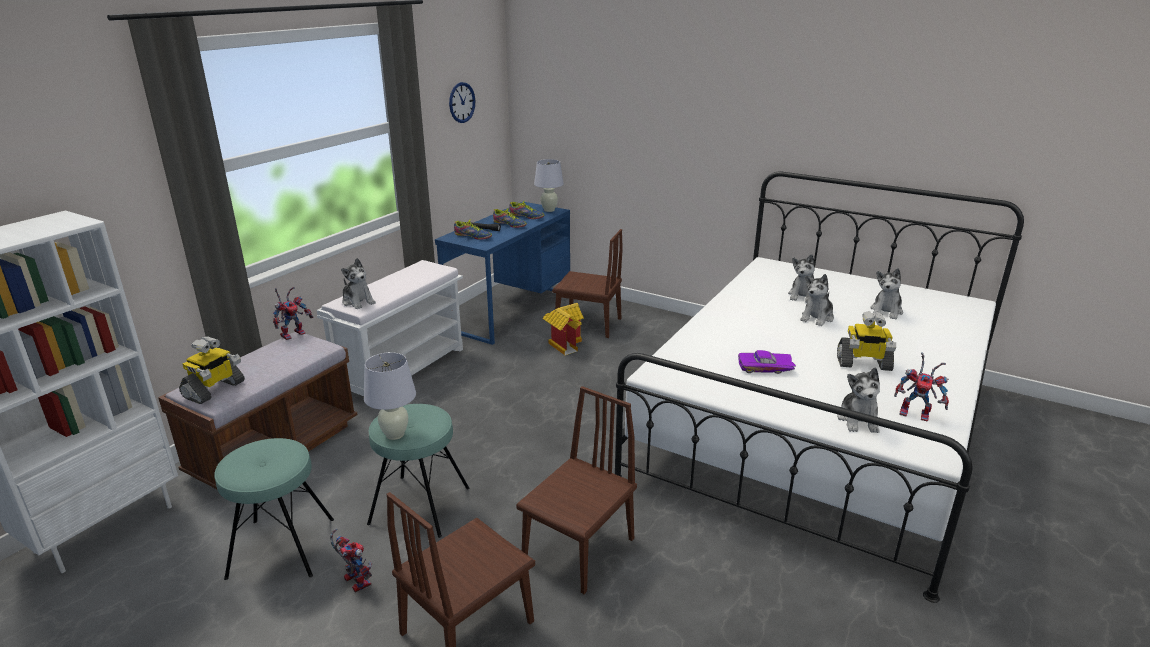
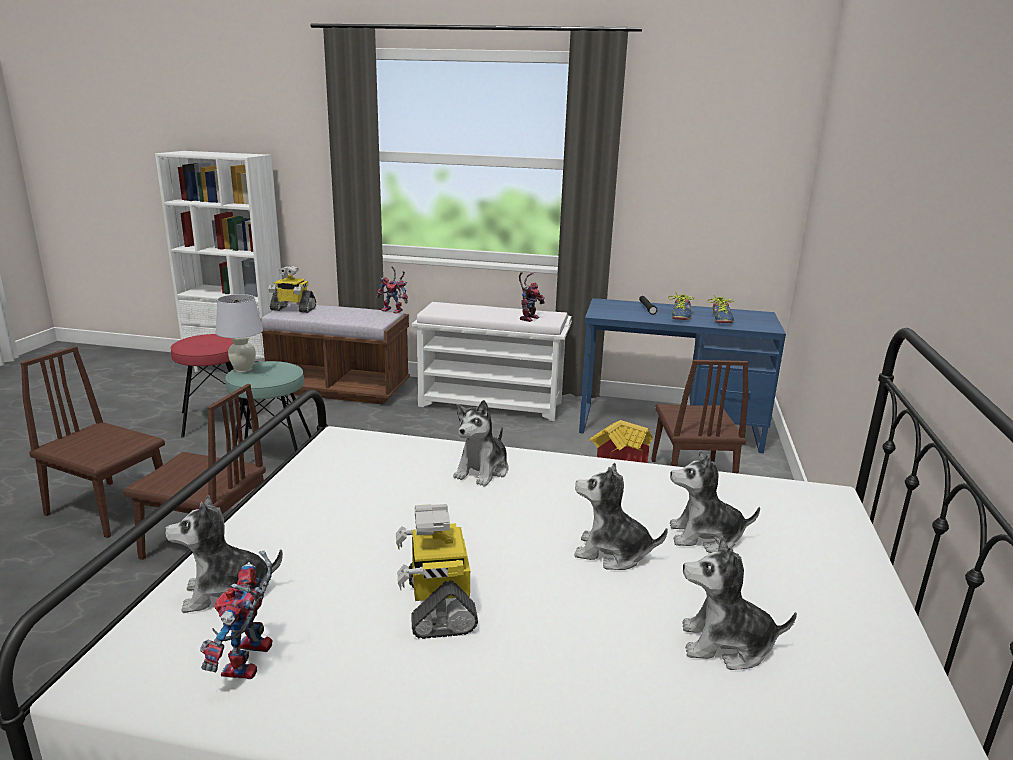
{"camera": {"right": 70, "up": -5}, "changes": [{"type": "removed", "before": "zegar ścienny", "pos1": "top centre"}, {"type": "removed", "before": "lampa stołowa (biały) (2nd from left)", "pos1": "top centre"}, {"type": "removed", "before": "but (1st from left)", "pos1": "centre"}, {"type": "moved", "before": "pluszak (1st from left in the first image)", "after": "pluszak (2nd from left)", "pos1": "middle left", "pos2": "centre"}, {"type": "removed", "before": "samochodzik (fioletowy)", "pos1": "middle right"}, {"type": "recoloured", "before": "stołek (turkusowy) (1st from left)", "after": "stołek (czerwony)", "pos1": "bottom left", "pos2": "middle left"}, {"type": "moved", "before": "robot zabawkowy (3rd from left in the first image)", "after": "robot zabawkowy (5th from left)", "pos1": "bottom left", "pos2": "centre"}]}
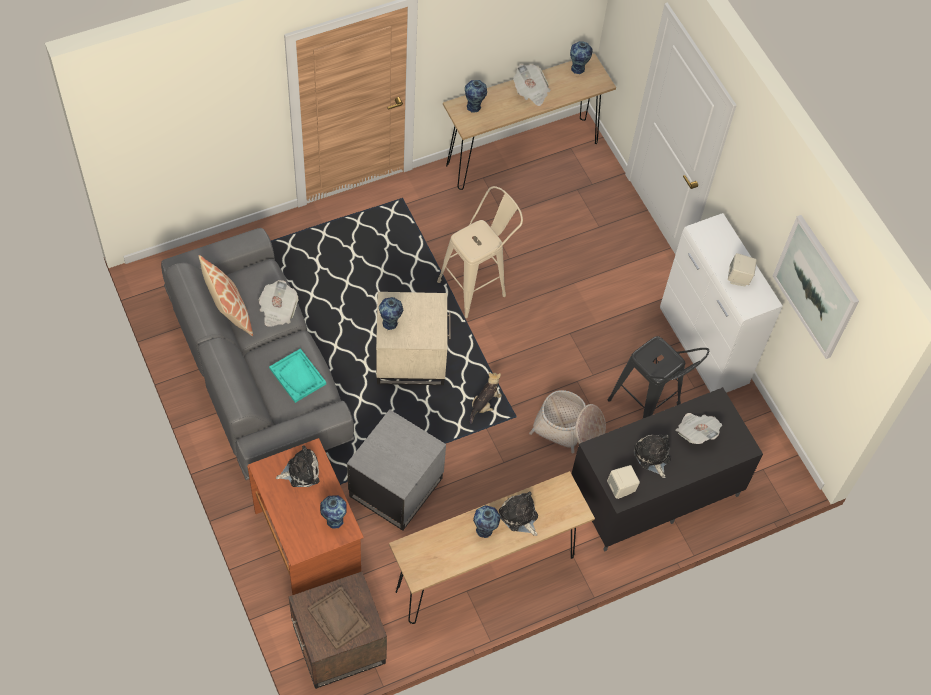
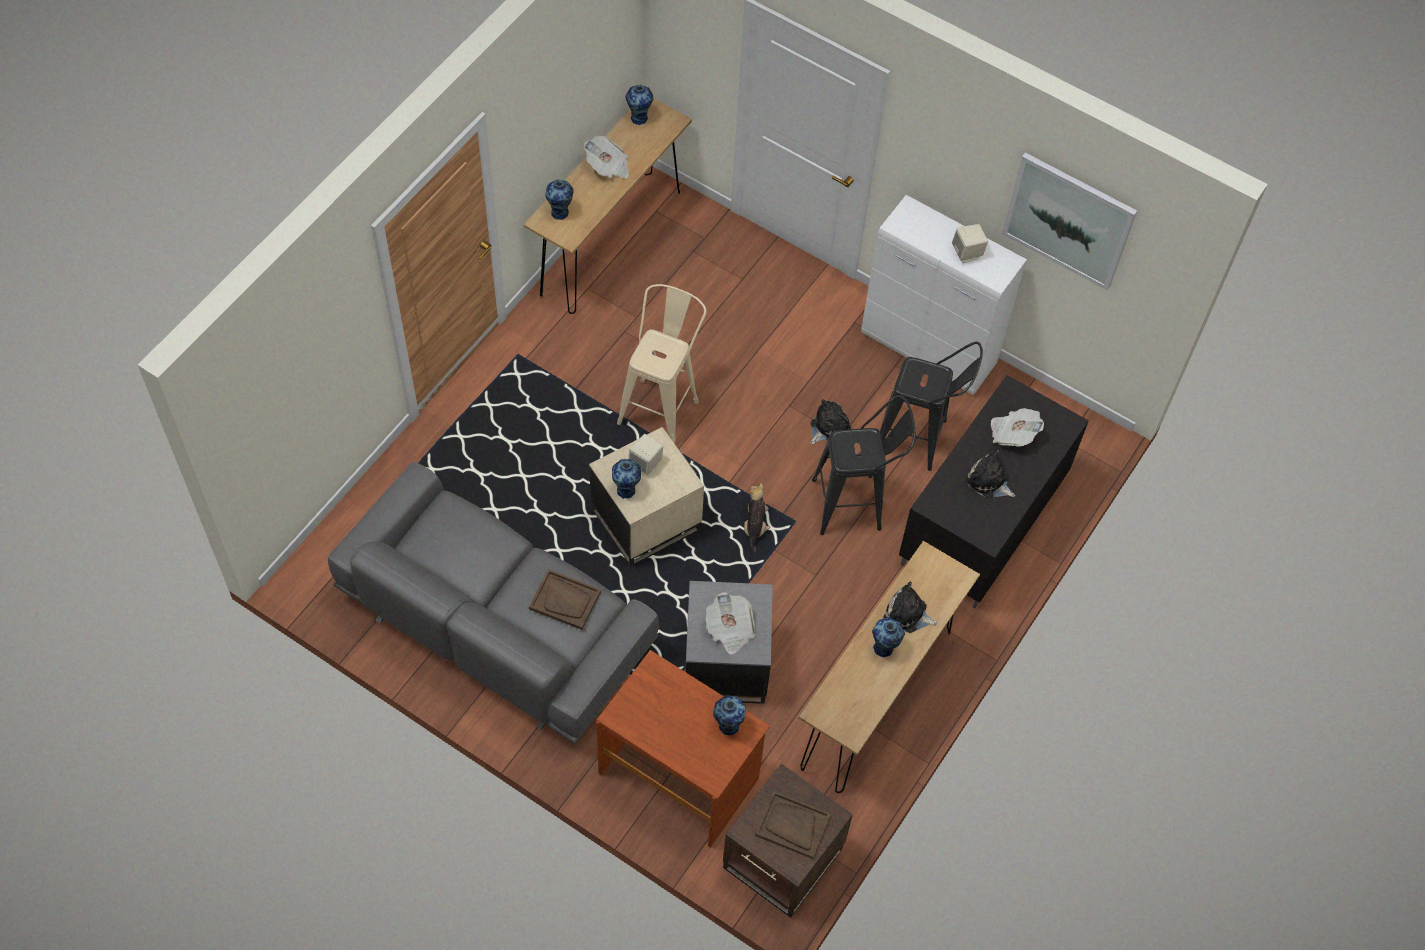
{"camera": {"right": -30, "up": 0}, "changes": [{"type": "removed", "before": "poduszka", "pos1": "middle left"}, {"type": "moved", "before": "gazeta (1st from left in the first image)", "after": "gazeta (2nd from left)", "pos1": "middle left", "pos2": "centre"}, {"type": "recoloured", "before": "taca (turkusowy)", "after": "taca (brązowy) (1st from left)", "pos1": "middle left", "pos2": "centre"}, {"type": "replaced", "before": "koszyk", "after": "stołek (czarny) (1st from left)", "pos1": "centre", "pos2": "centre"}, {"type": "moved", "before": "pluszak (1st from left in the first image)", "after": "pluszak (2nd from left)", "pos1": "bottom left", "pos2": "centre"}, {"type": "moved", "before": "głośnik (beżowy) (1st from left)", "pos1": "bottom right", "pos2": "centre"}]}
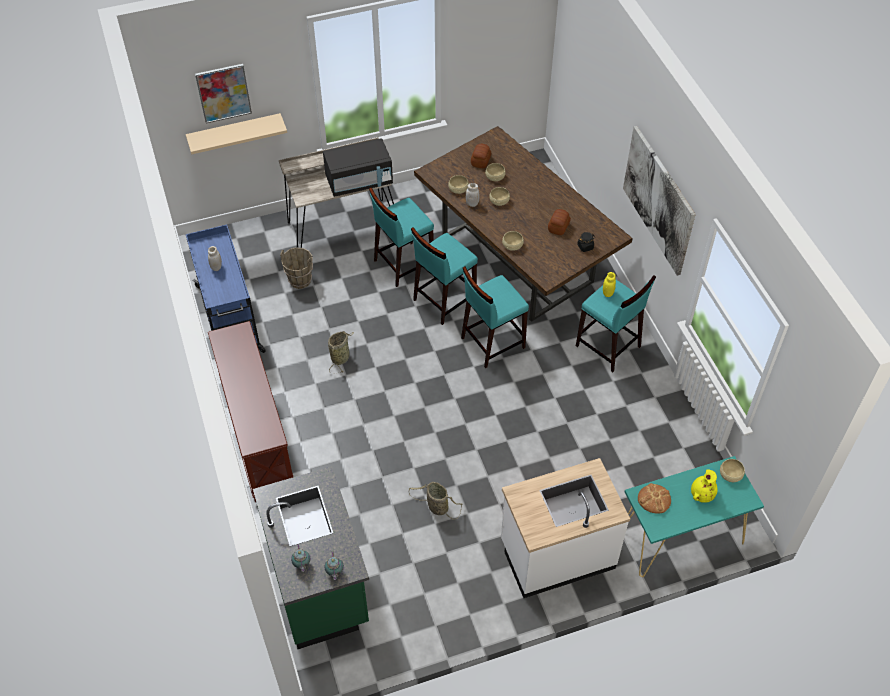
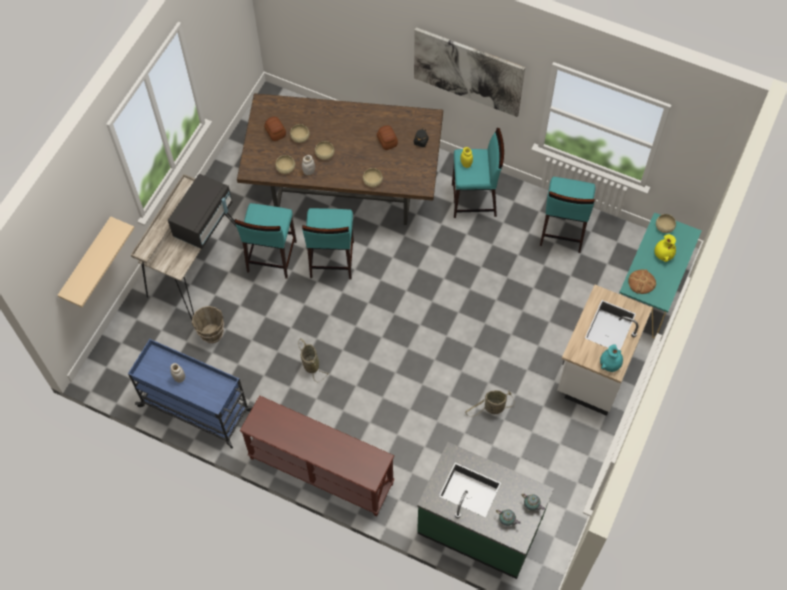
{"camera": {"right": -45, "up": 10}, "changes": [{"type": "removed", "before": "obraz (1st from left)", "pos1": "top left"}, {"type": "moved", "before": "stołek (turkusowy) (3rd from left in the first image)", "after": "stołek (turkusowy) (4th from left)", "pos1": "centre", "pos2": "middle right"}, {"type": "added", "after": "wazon (turkusowy)", "pos2": "middle right"}]}
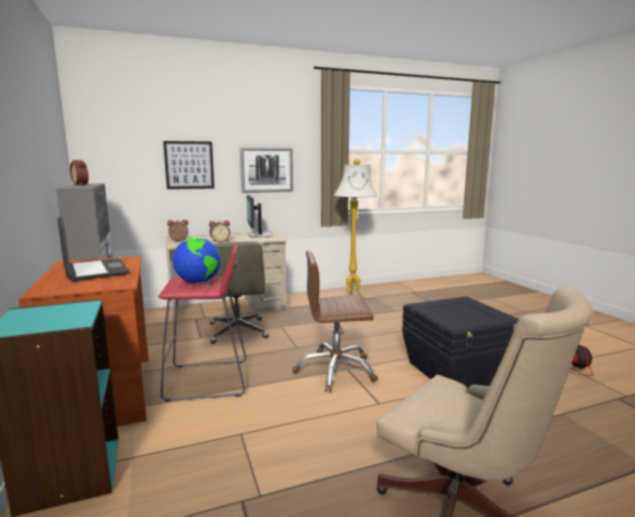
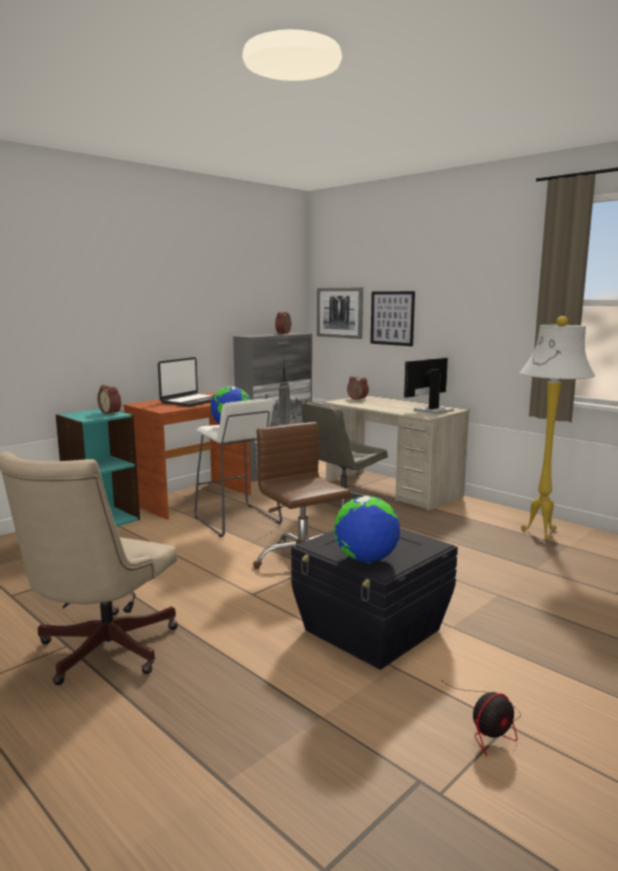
{"camera": {"right": 65, "up": 0}, "changes": [{"type": "moved", "before": "obraz (2nd from left in the first image)", "after": "obraz (1st from left)", "pos1": "top centre", "pos2": "centre"}, {"type": "moved", "before": "budzik (3rd from left in the first image)", "after": "budzik (1st from left)", "pos1": "centre", "pos2": "middle left"}, {"type": "recoloured", "before": "stołek (czerwony)", "after": "stołek (biały)", "pos1": "middle left", "pos2": "centre"}, {"type": "added", "after": "globus (2nd from left)", "pos2": "centre"}]}
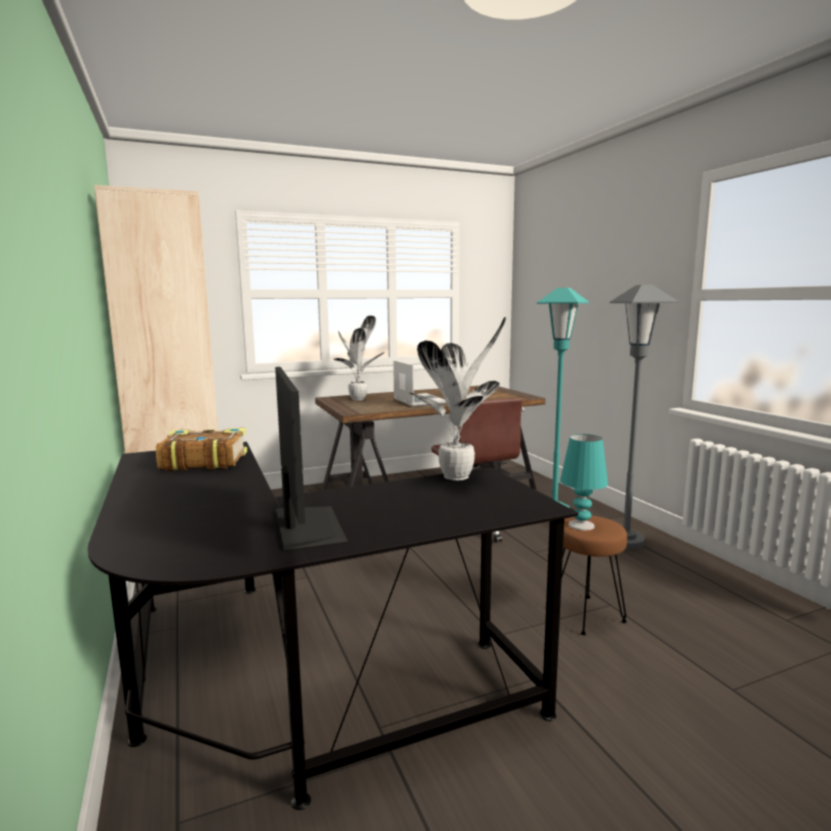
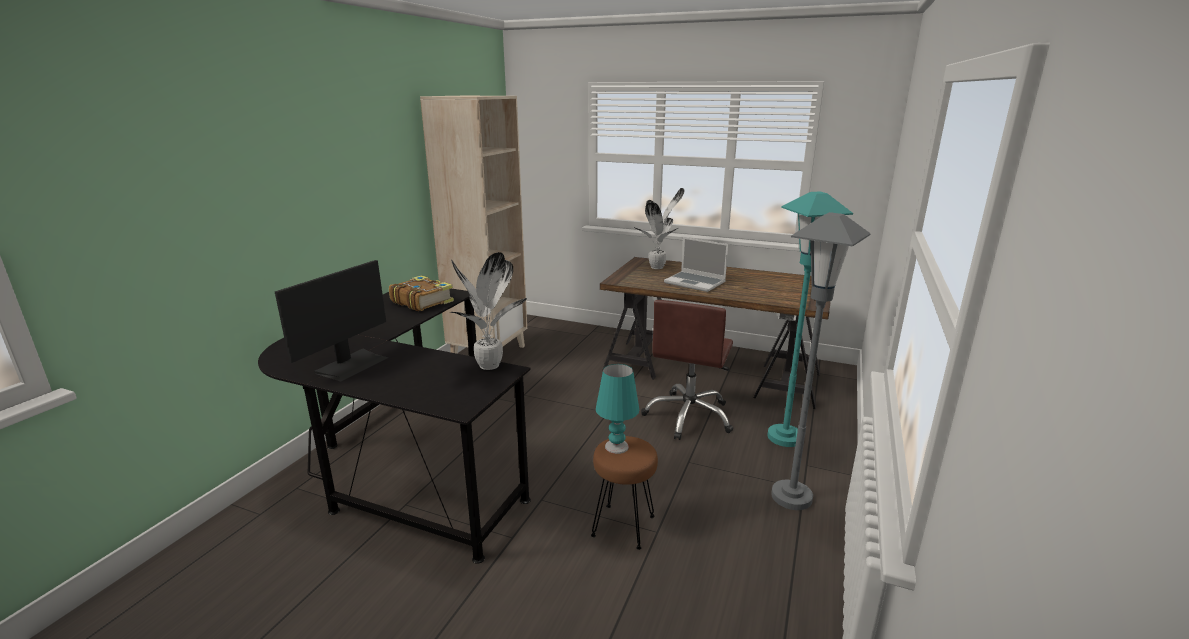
{"camera": {"right": 45, "up": 10}, "changes": [{"type": "turned", "before": "laptop", "pos1": "centre", "pos2": "centre", "turn": 105}]}
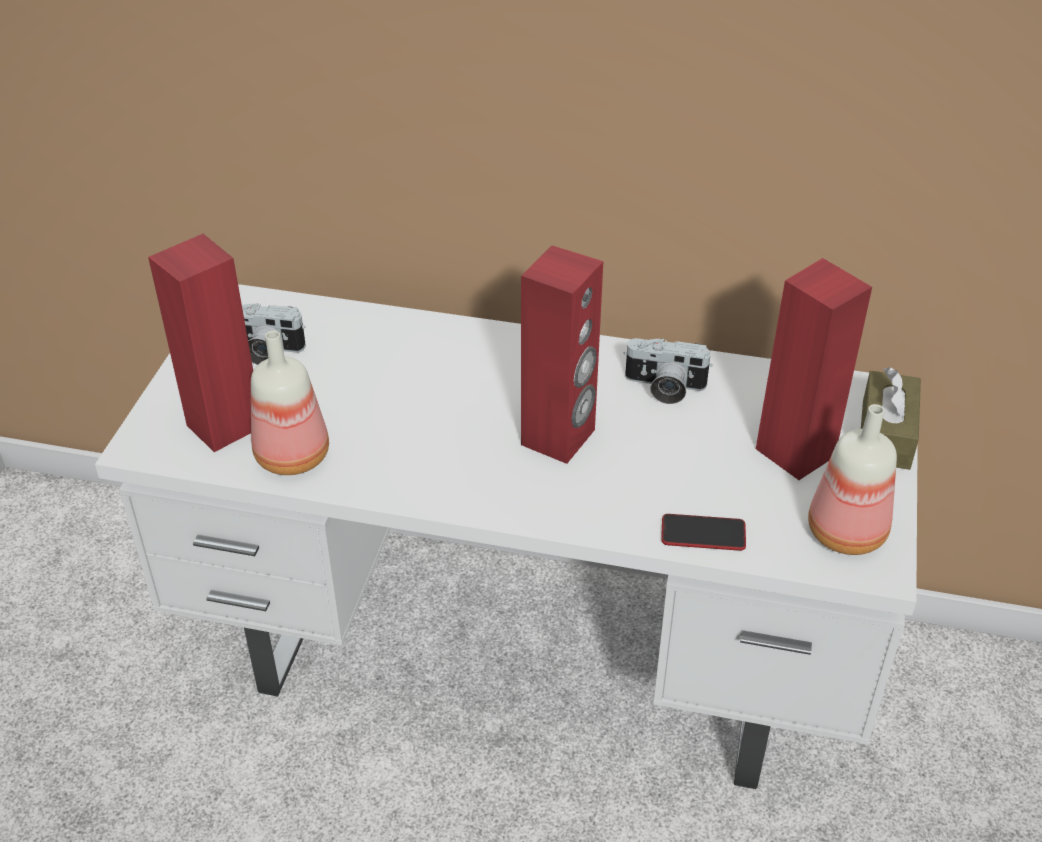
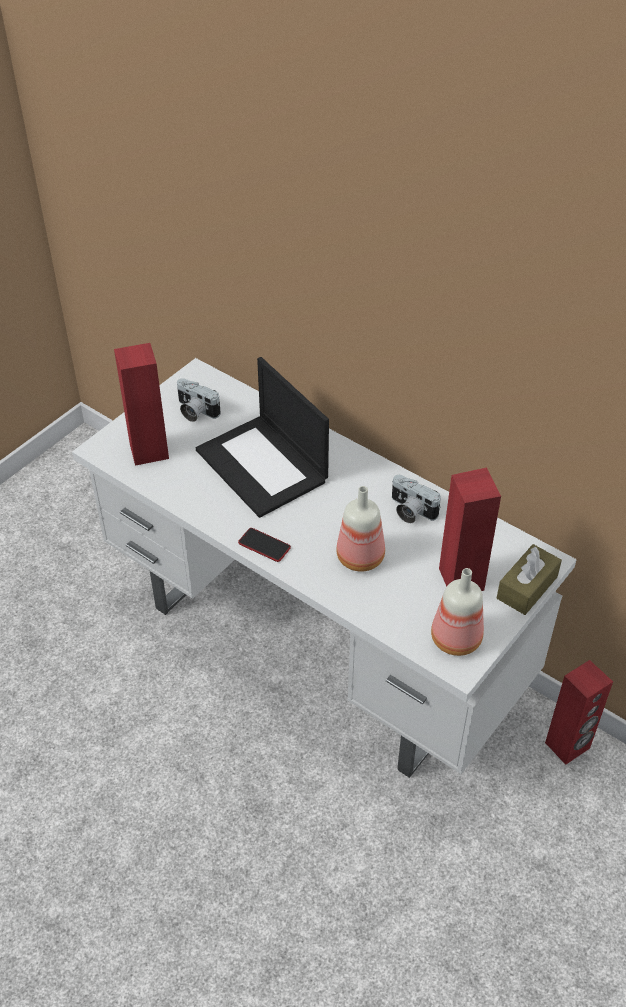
{"camera": {"right": 25, "up": 5}, "changes": [{"type": "moved", "before": "głośnik (czerwony) (2nd from left in the first image)", "after": "głośnik (czerwony) (3rd from left)", "pos1": "centre", "pos2": "bottom right"}, {"type": "moved", "before": "butelka (1st from left)", "pos1": "middle left", "pos2": "centre"}, {"type": "moved", "before": "telefon", "pos1": "middle right", "pos2": "centre"}, {"type": "added", "after": "laptop", "pos2": "centre"}]}
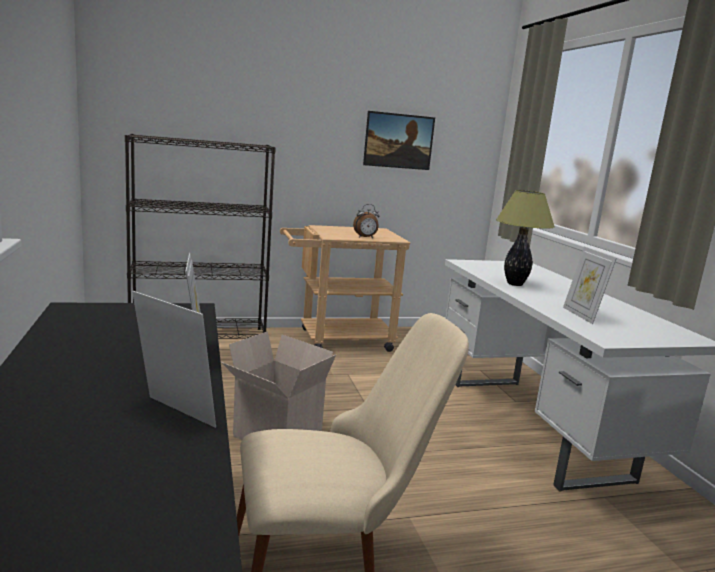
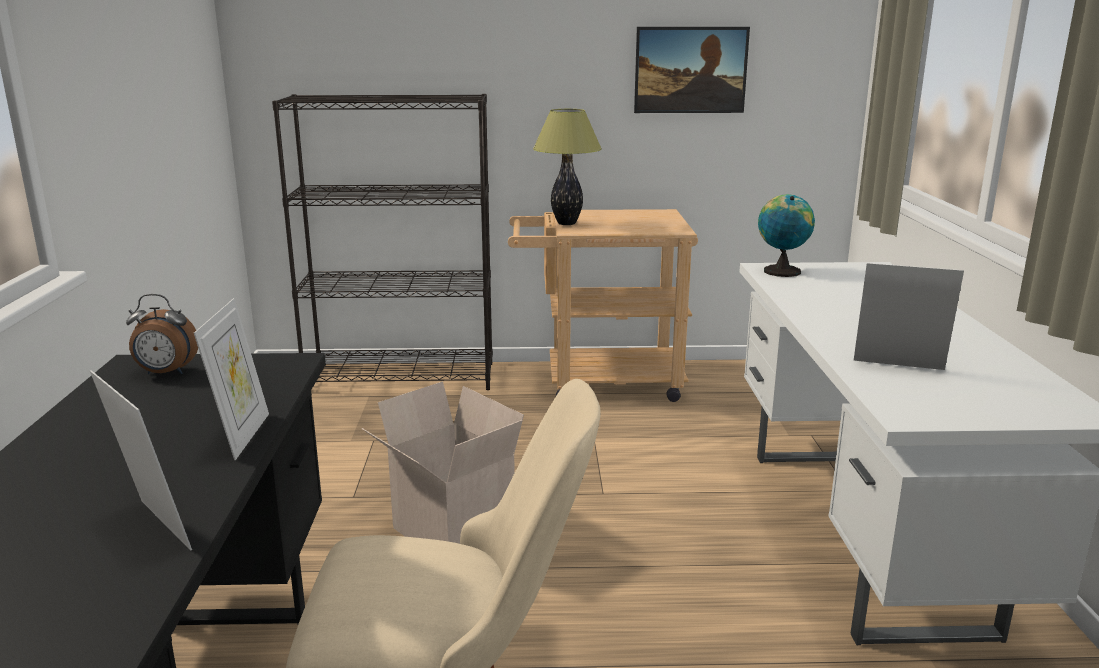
{"camera": {"right": 15, "up": 5}, "changes": [{"type": "moved", "before": "lampa stołowa", "pos1": "middle right", "pos2": "top centre"}, {"type": "moved", "before": "budzik", "pos1": "centre", "pos2": "middle left"}, {"type": "turned", "before": "ramka na zdjęcie (3rd from left)", "pos1": "middle right", "pos2": "middle right", "turn": 105}, {"type": "added", "after": "globus", "pos2": "middle right"}]}
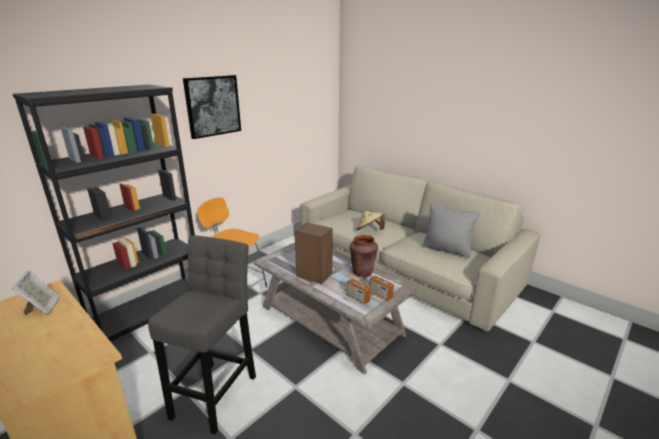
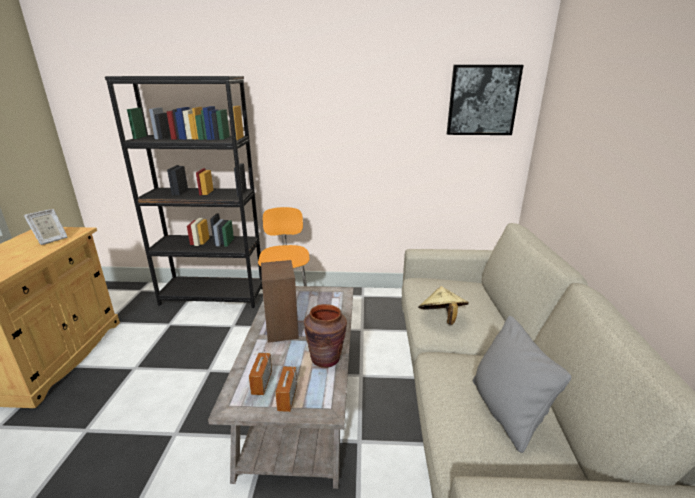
{"camera": {"right": 50, "up": 0}, "changes": [{"type": "moved", "before": "obraz", "pos1": "top left", "pos2": "top right"}, {"type": "removed", "before": "stołek (szary)", "pos1": "bottom left"}]}
